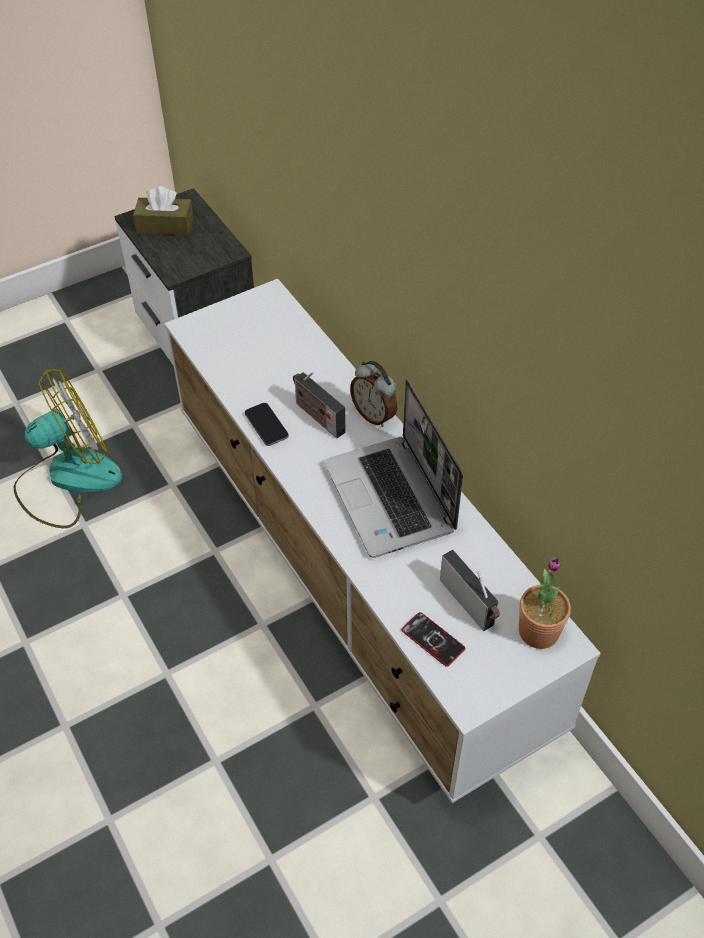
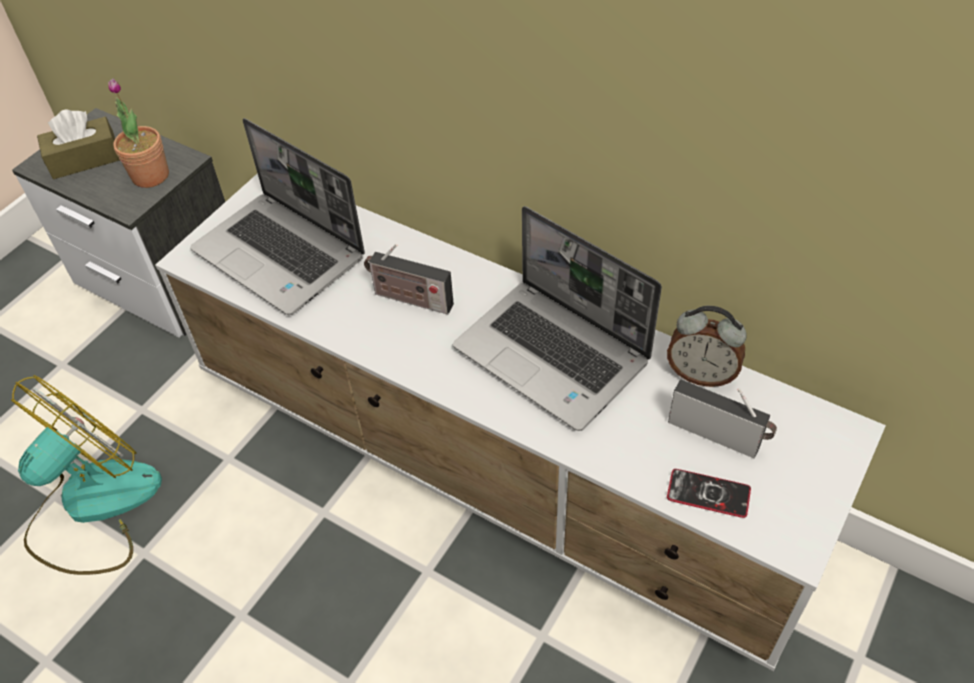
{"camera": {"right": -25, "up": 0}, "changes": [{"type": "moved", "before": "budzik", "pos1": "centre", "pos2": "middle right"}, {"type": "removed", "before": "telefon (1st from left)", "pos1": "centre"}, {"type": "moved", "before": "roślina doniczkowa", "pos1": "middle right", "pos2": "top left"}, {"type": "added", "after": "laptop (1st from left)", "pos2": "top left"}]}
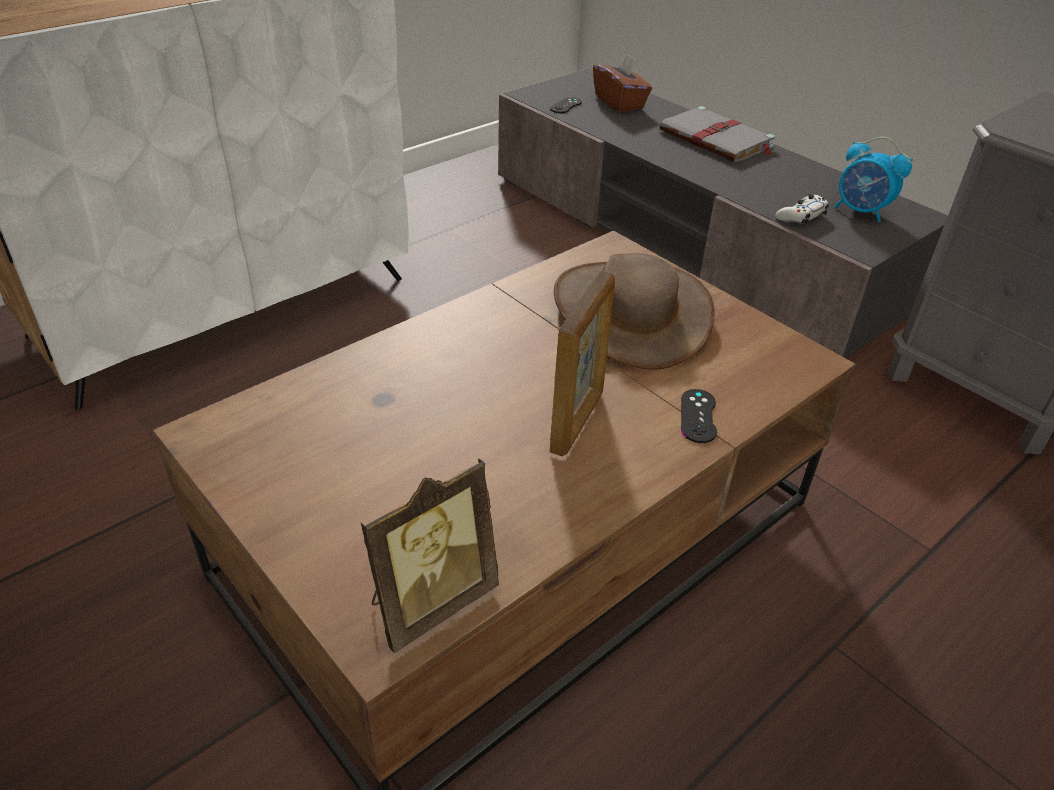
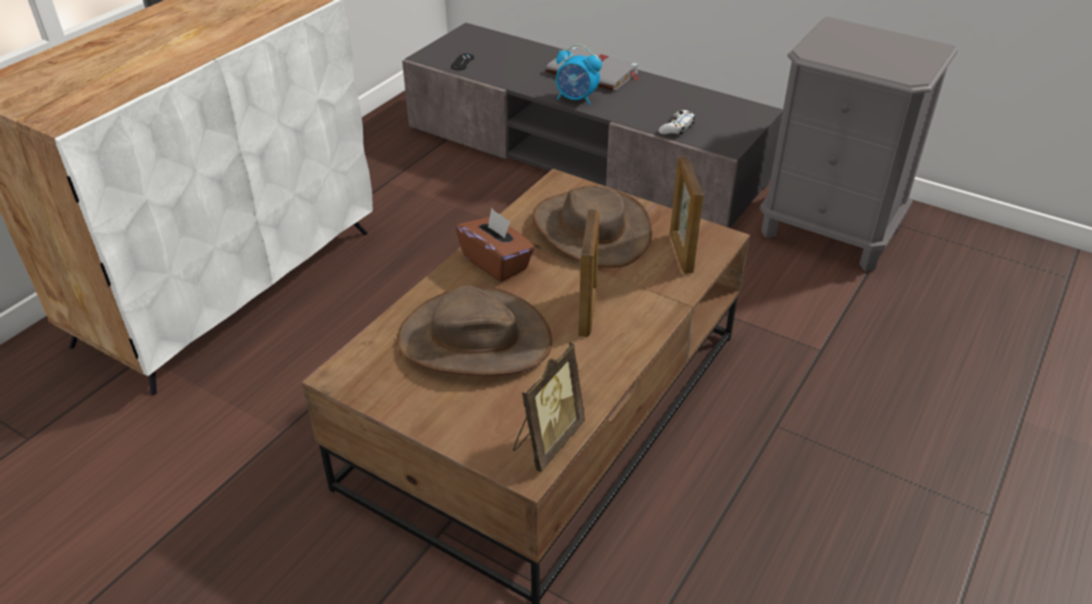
{"camera": {"right": -15, "up": 0}, "changes": [{"type": "moved", "before": "pudełko chusteczek (brązowy)", "pos1": "top centre", "pos2": "centre"}, {"type": "moved", "before": "budzik", "pos1": "top right", "pos2": "top centre"}, {"type": "removed", "before": "pad do gier (czarny) (2nd from left)", "pos1": "centre"}, {"type": "added", "after": "ramka na zdjęcie (3rd from left)", "pos2": "centre"}, {"type": "added", "after": "kapelusz (brązowy) (1st from left)", "pos2": "centre"}]}
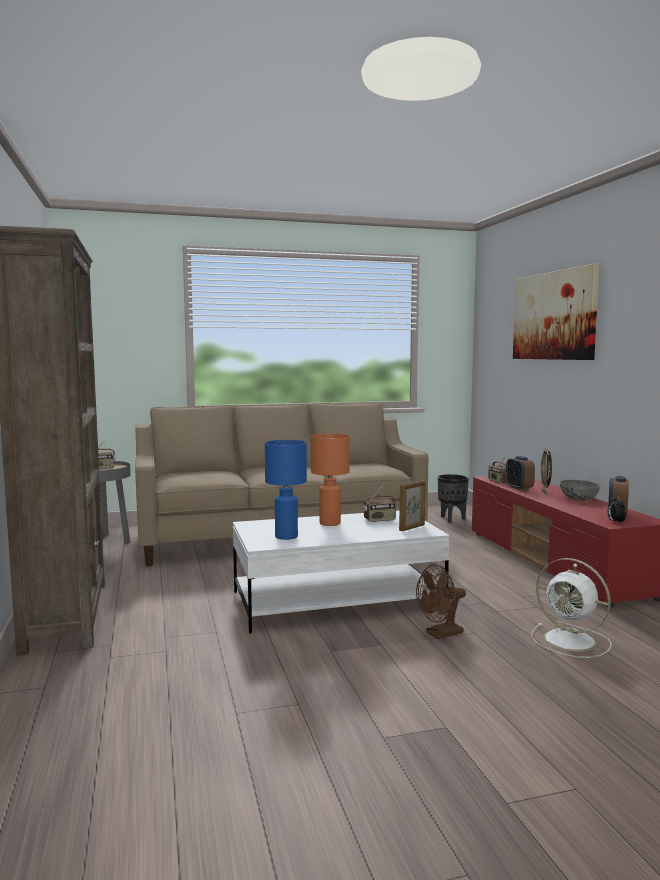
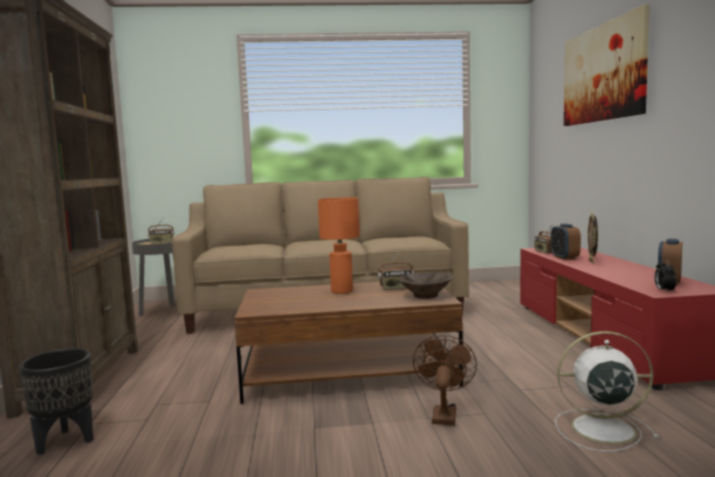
{"camera": {"right": 10, "up": 0}, "changes": [{"type": "removed", "before": "lampa stołowa (niebieski)", "pos1": "centre"}, {"type": "moved", "before": "donica (czarny)", "pos1": "middle right", "pos2": "bottom left"}, {"type": "replaced", "before": "ramka na zdjęcie (1st from left)", "after": "miska (brązowy)", "pos1": "centre", "pos2": "centre"}, {"type": "removed", "before": "miska (szary)", "pos1": "middle right"}, {"type": "recoloured", "before": "ława (biały)", "after": "ława (brązowy)", "pos1": "centre", "pos2": "bottom centre"}, {"type": "turned", "before": "wentylator (biały)", "pos1": "bottom right", "pos2": "bottom right", "turn": 135}, {"type": "turned", "before": "wentylator (brązowy)", "pos1": "bottom right", "pos2": "bottom centre", "turn": 120}]}
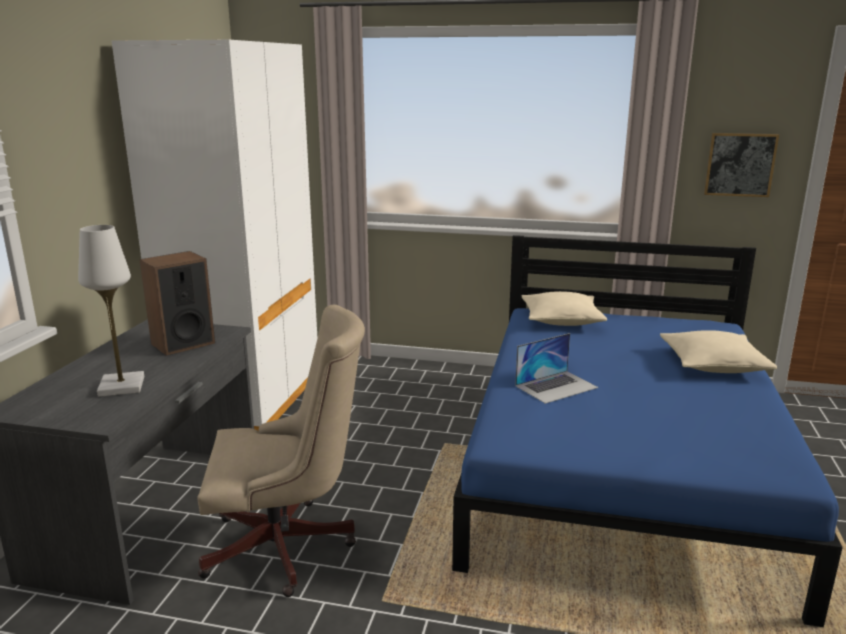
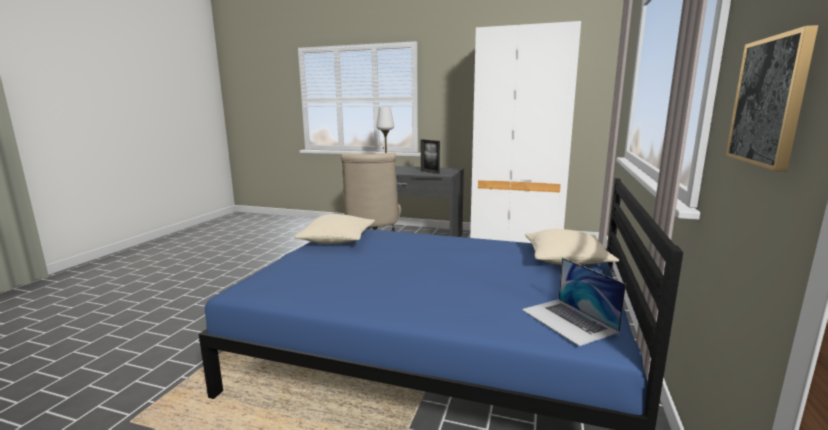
{"camera": {"right": 95, "up": -5}, "changes": [{"type": "replaced", "before": "głośnik", "after": "ramka na zdjęcie", "pos1": "middle left", "pos2": "centre"}, {"type": "moved", "before": "poduszka (beżowy) (2nd from left in the first image)", "after": "poduszka (beżowy) (1st from left)", "pos1": "middle right", "pos2": "centre"}, {"type": "moved", "before": "laptop", "pos1": "centre", "pos2": "bottom right"}]}
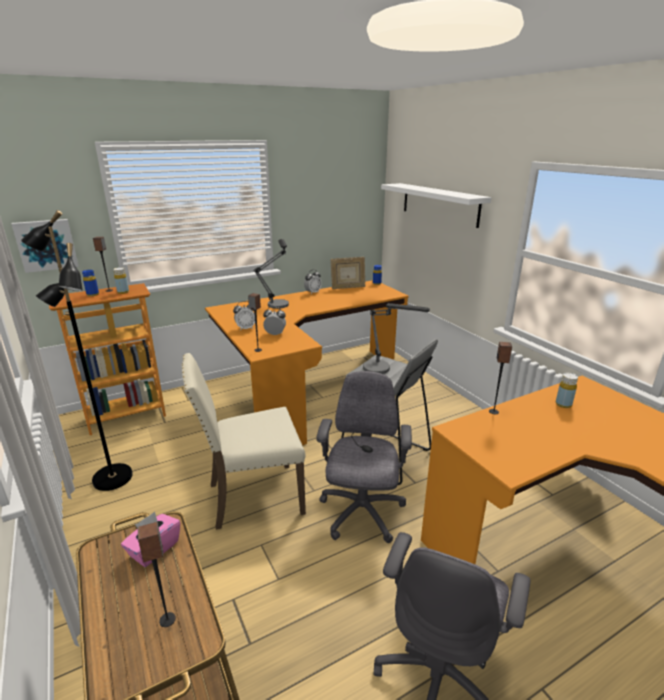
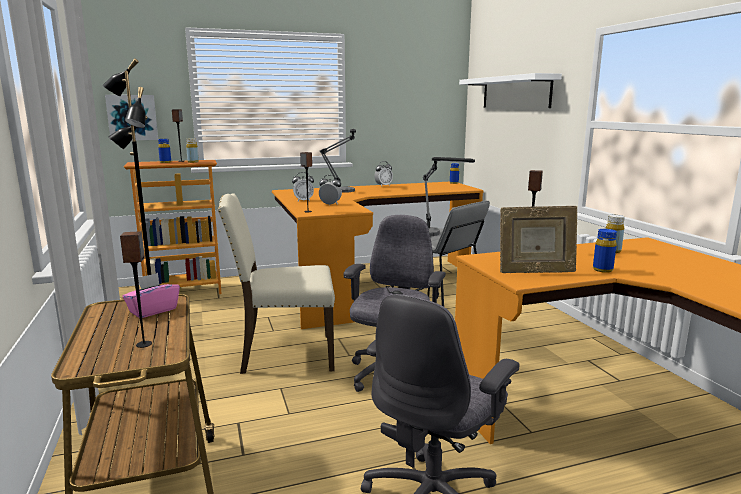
{"camera": {"right": 10, "up": -10}, "changes": [{"type": "moved", "before": "ramka na zdjęcie", "pos1": "centre", "pos2": "middle right"}, {"type": "added", "after": "butelka (niebieski) (3rd from left)", "pos2": "middle right"}]}
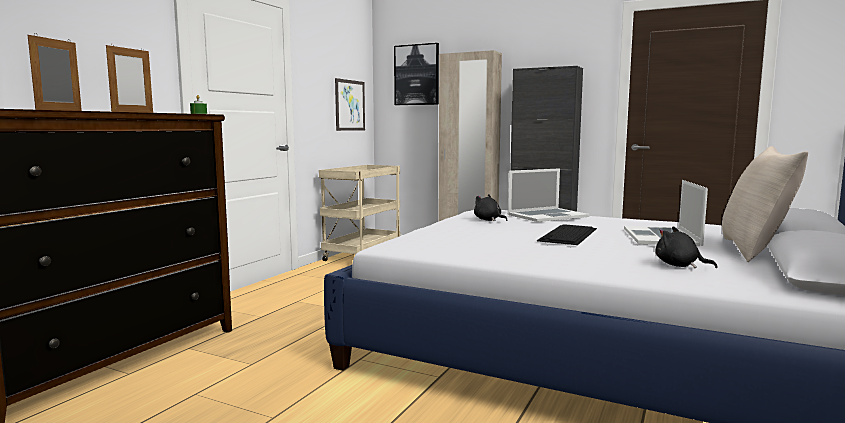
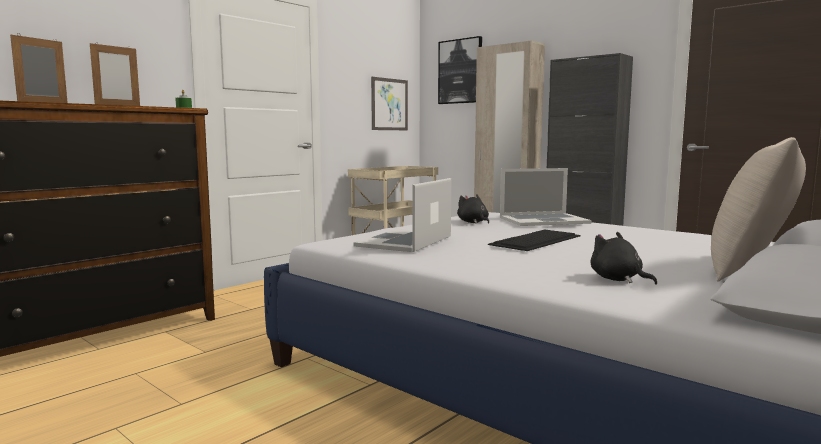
{"camera": {"right": 15, "up": 0}, "changes": [{"type": "moved", "before": "laptop (2nd from left in the first image)", "after": "laptop (1st from left)", "pos1": "middle right", "pos2": "centre"}]}
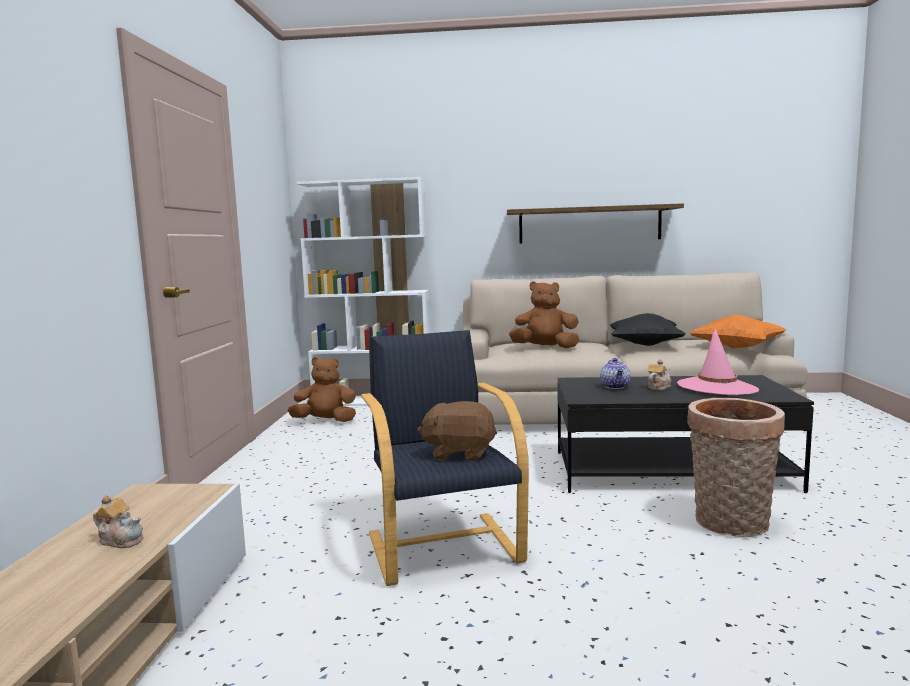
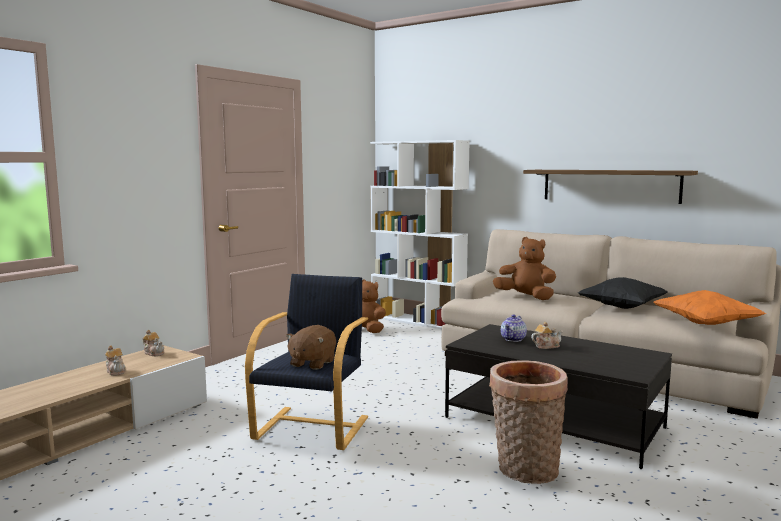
{"camera": {"right": 30, "up": 0}, "changes": [{"type": "removed", "before": "kapelusz (różowy)", "pos1": "middle right"}, {"type": "turned", "before": "pluszak (brązowy) (2nd from left in the first image)", "pos1": "centre", "pos2": "centre", "turn": -105}, {"type": "added", "after": "imbryk (2nd from left)", "pos2": "middle left"}]}
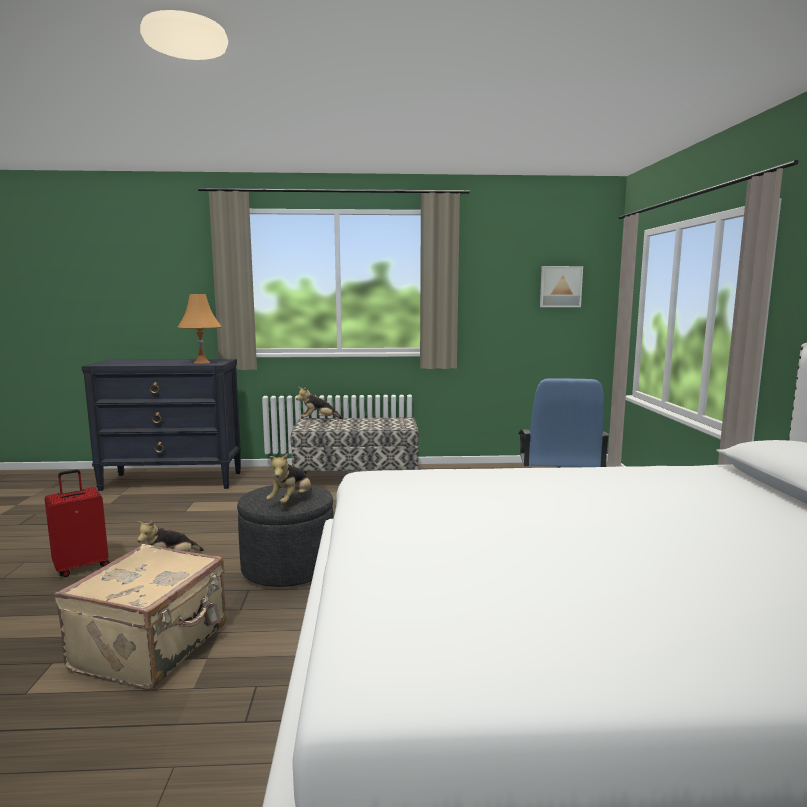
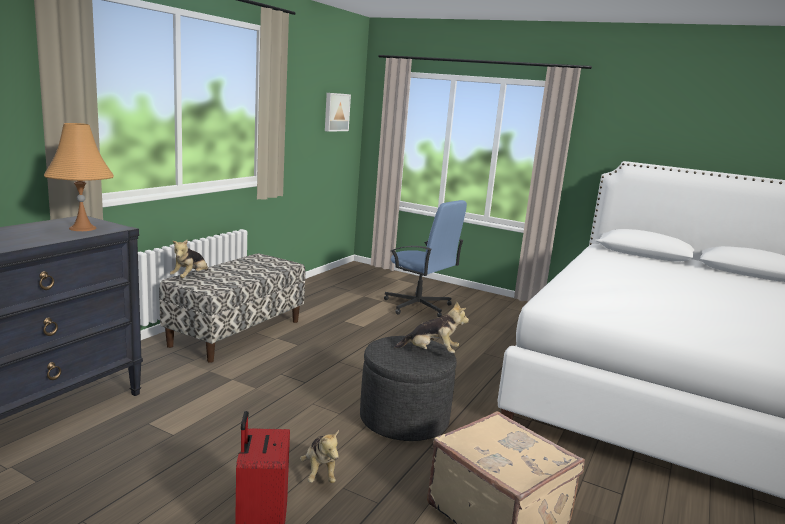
{"camera": {"right": -60, "up": 5}, "changes": [{"type": "turned", "before": "pluszak (2nd from left in the first image)", "pos1": "centre", "pos2": "centre", "turn": -45}]}
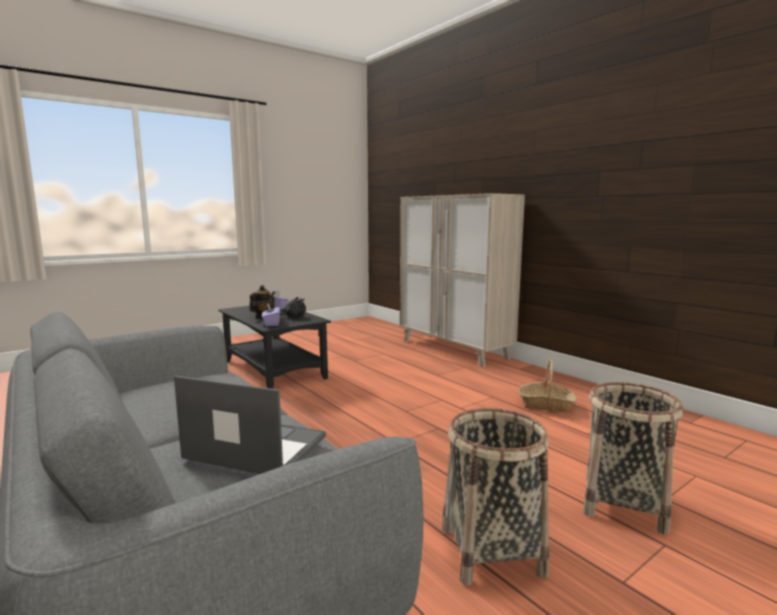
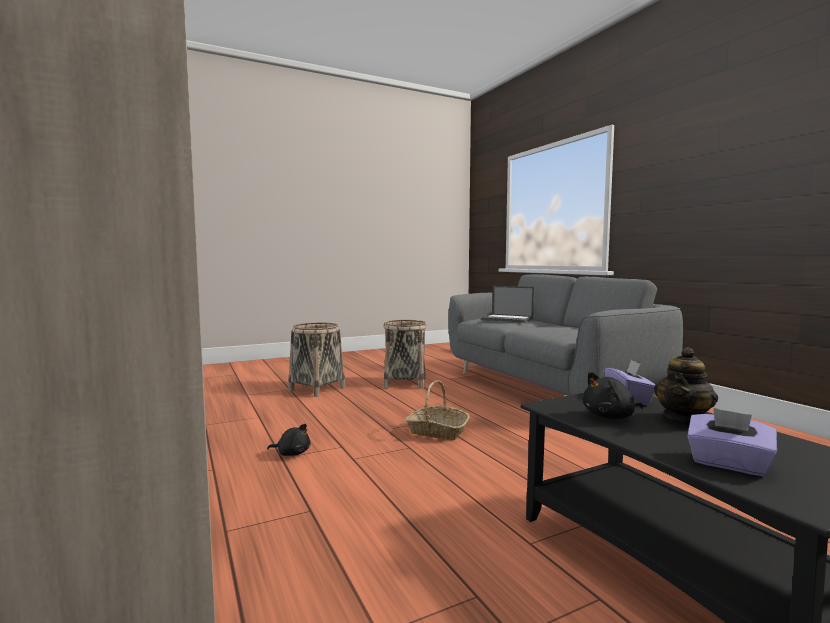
{"camera": {"right": -170, "up": -5}, "changes": [{"type": "moved", "before": "koszyk (2nd from left in the first image)", "after": "koszyk (3rd from left)", "pos1": "middle right", "pos2": "centre"}, {"type": "added", "after": "pluszak (czarny) (1st from left)", "pos2": "bottom centre"}]}
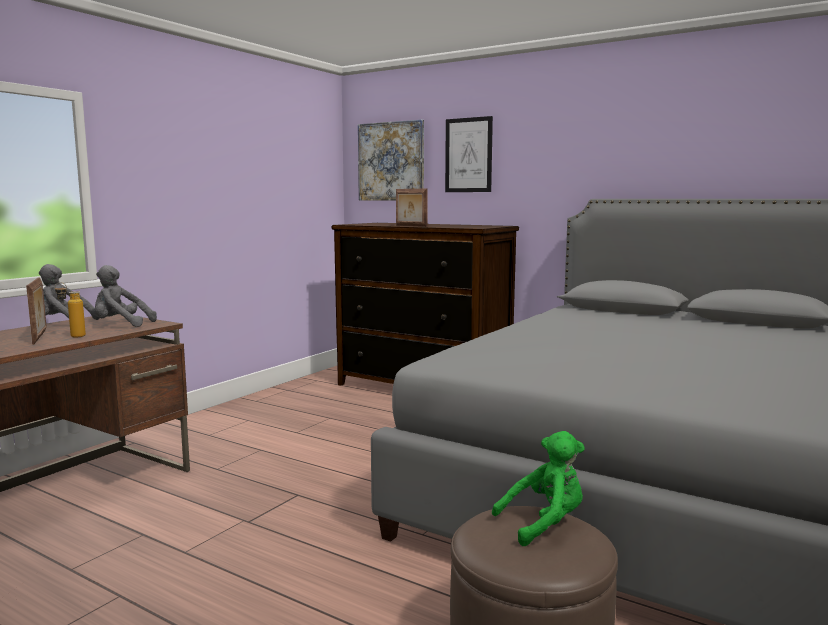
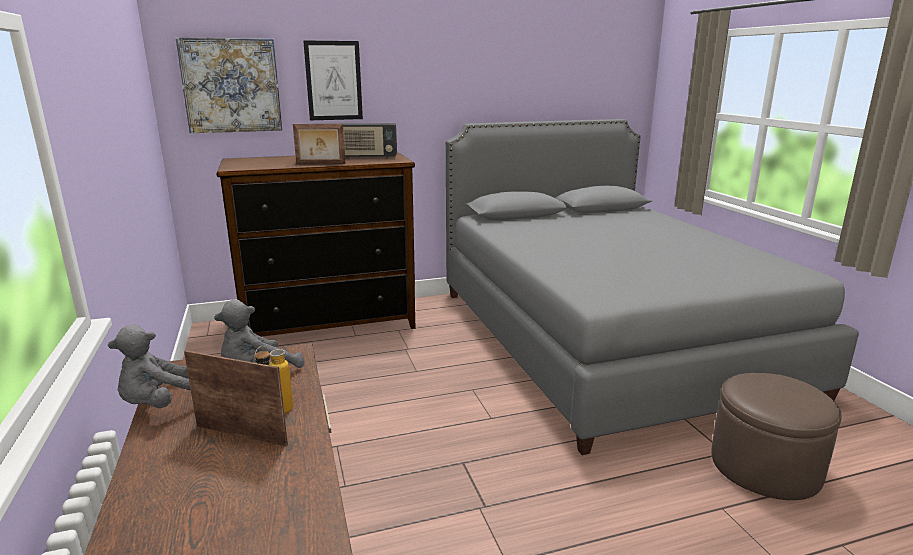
{"camera": {"right": -50, "up": 10}, "changes": [{"type": "removed", "before": "pluszak (zielony)", "pos1": "bottom centre"}, {"type": "added", "after": "radio", "pos2": "top centre"}]}
